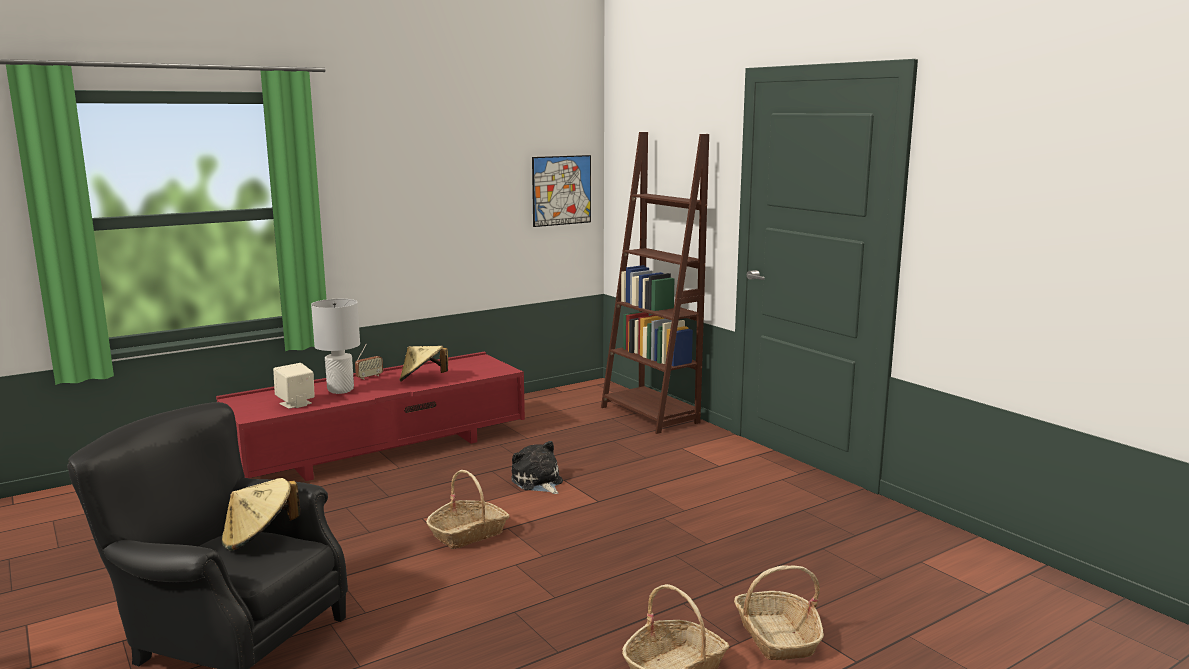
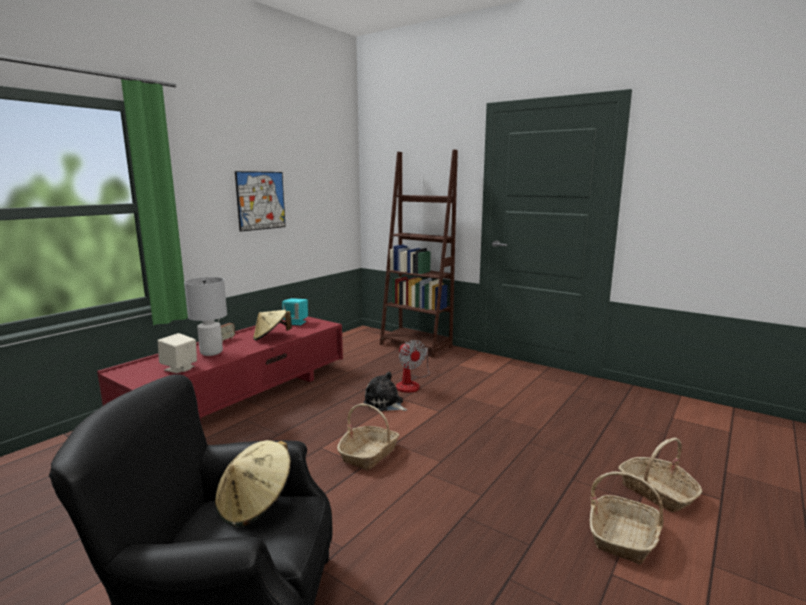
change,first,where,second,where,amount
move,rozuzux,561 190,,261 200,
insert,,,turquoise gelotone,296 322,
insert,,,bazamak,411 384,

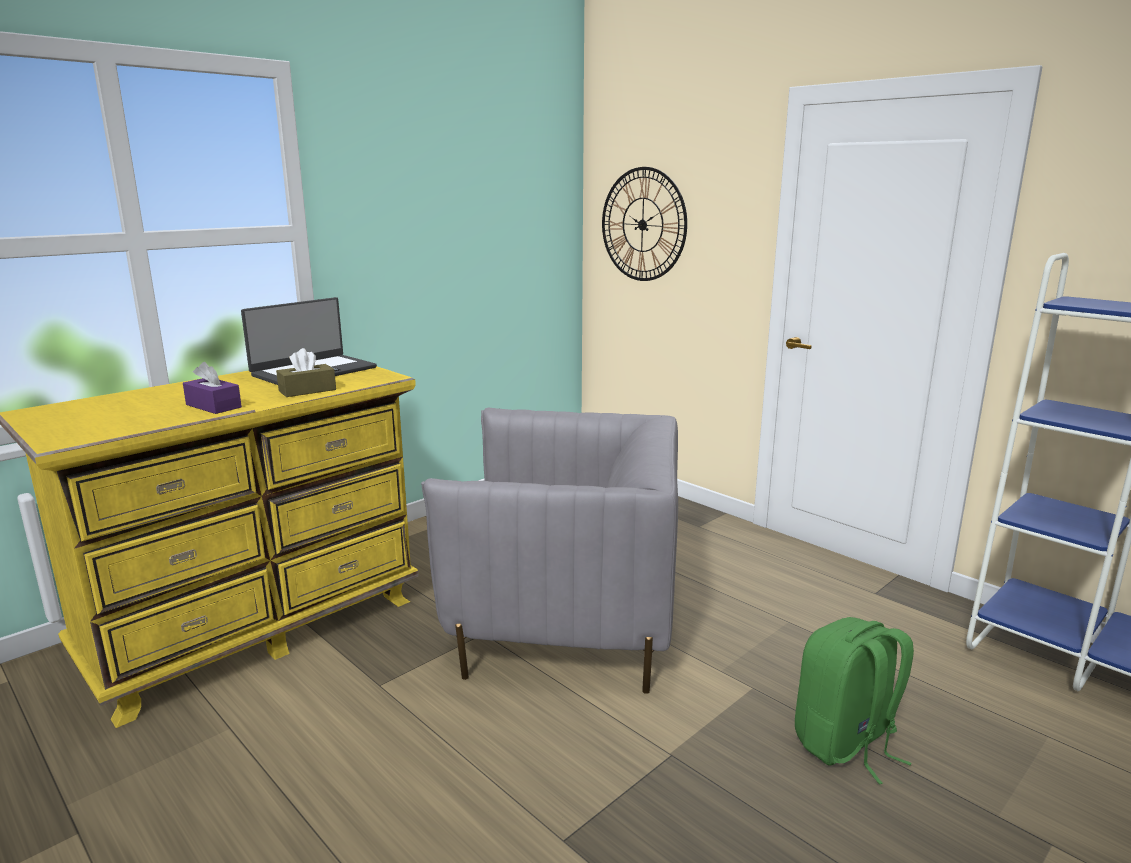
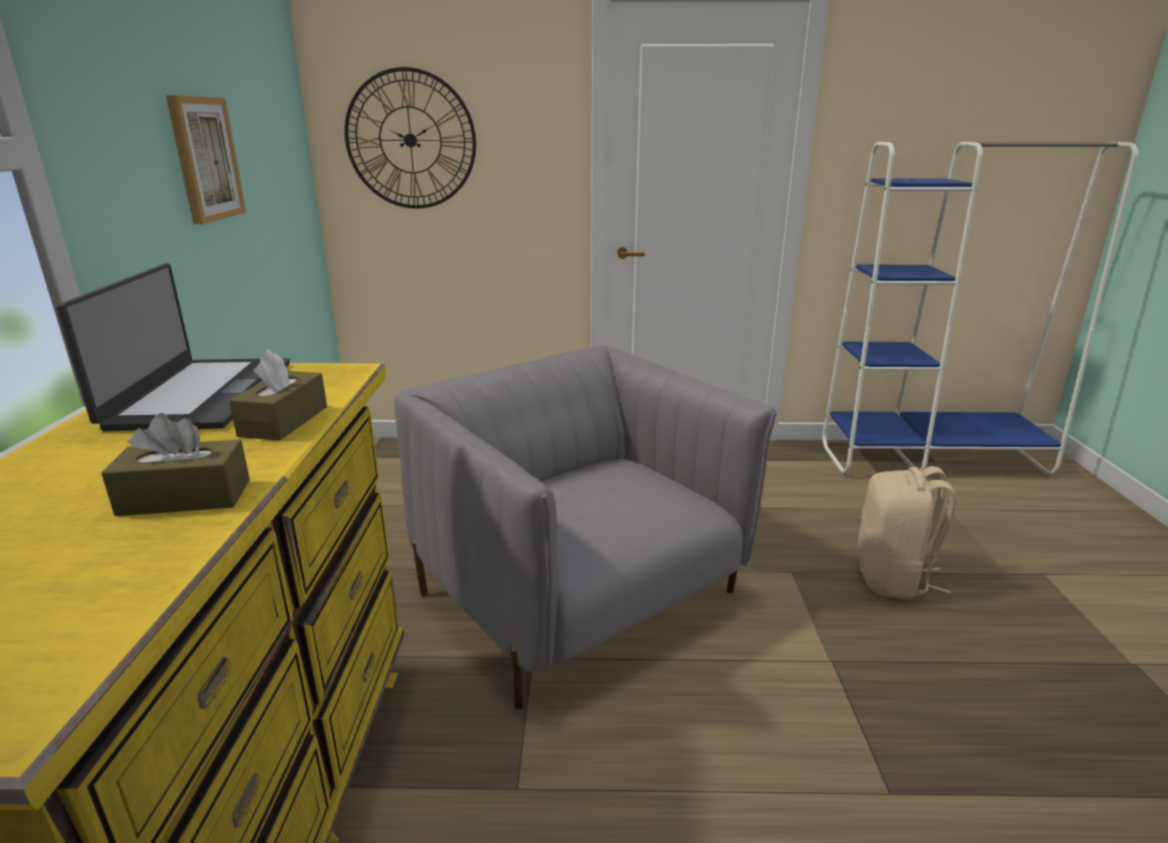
change,first,where,second,where,amount
recolor,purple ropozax,213 406,brown ropozax,185 497,
rotate,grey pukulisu,565 617,,579 596,90 degrees counterclockwise
recolor,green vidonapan,845 744,beige vidonapan,893 578,
insert,,,rozuzux,205 159,

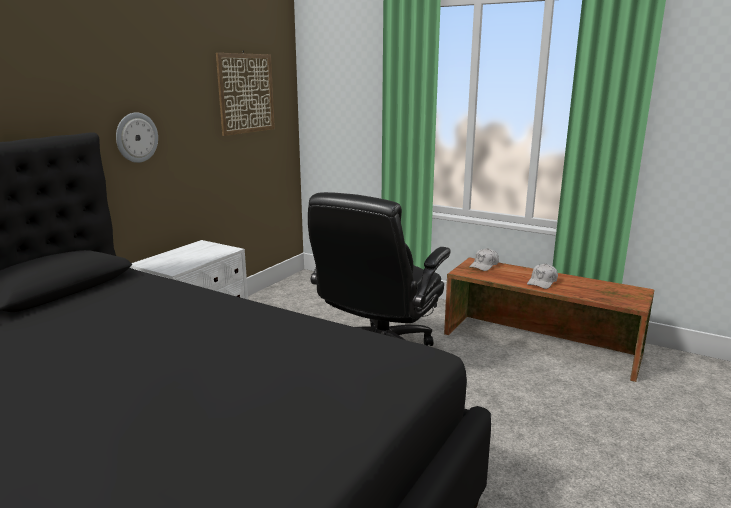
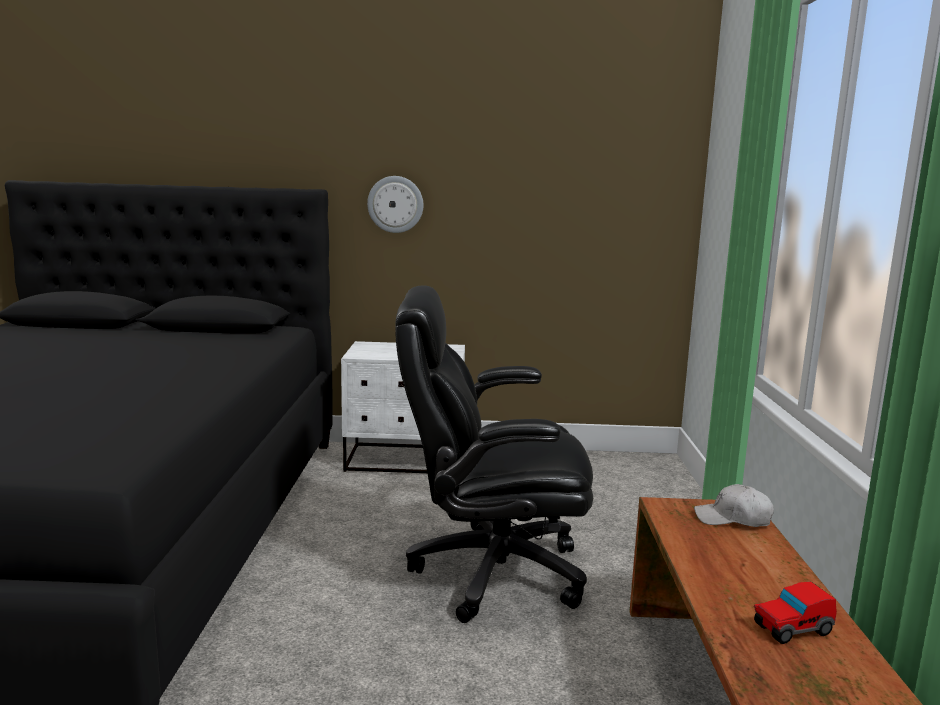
change,first,where,second,where,amount
delete,rozuzux,246 92,,,
delete,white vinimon,542 282,,,
insert,,,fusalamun,791 629,

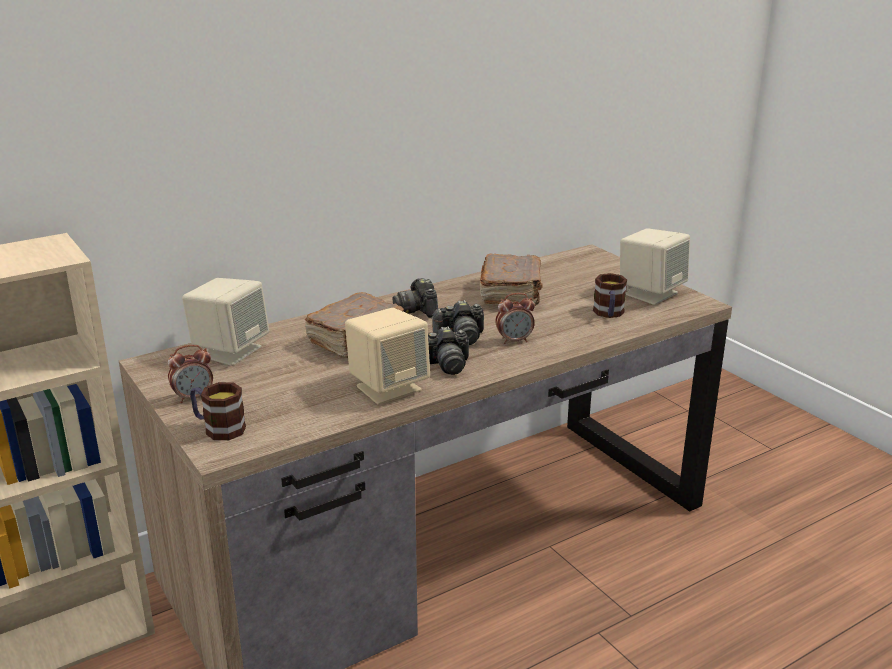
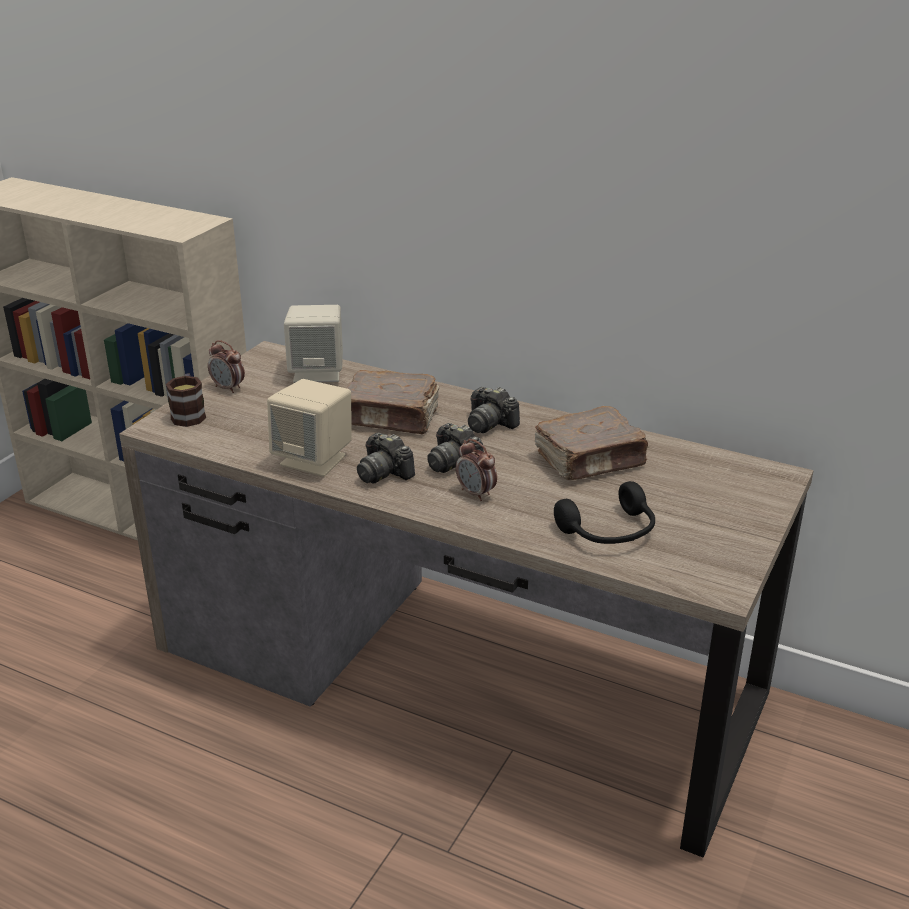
change,first,where,second,where,amount
rotate,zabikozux,417 310,,490 423,90 degrees counterclockwise
replace,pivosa,609 314,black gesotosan,610 532,
delete,beige gelotone,650 293,,,

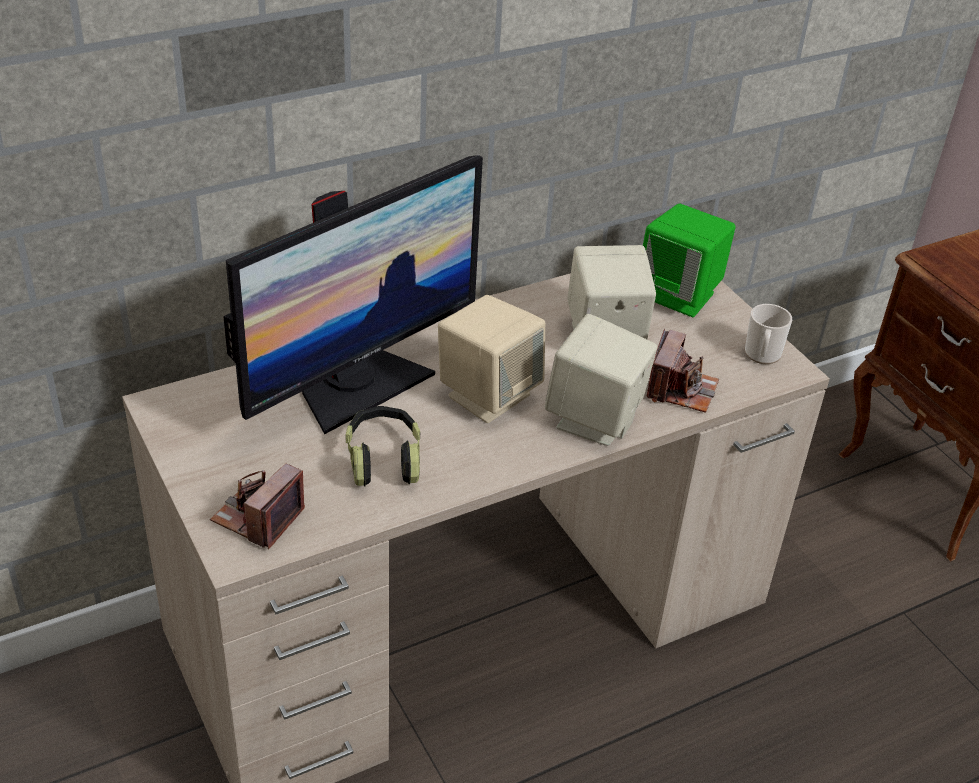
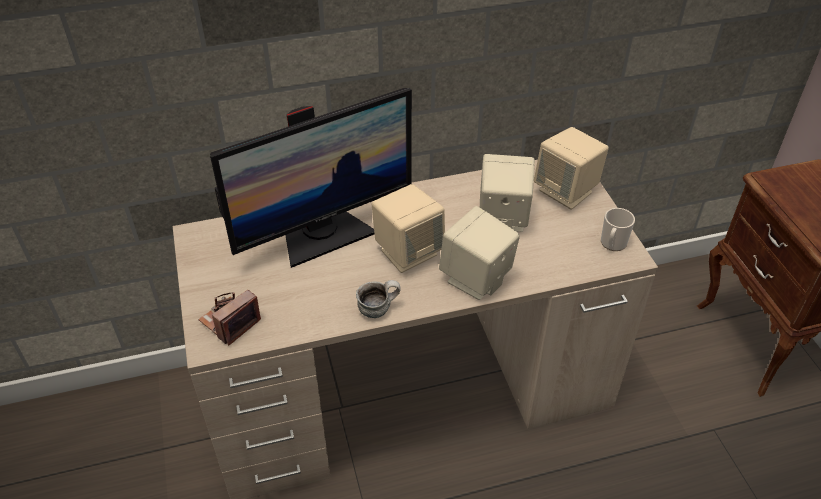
change,first,where,second,where,amount
delete,gesotosan,383 458,,,
recolor,green gelotone,679 295,beige gelotone,566 191,
delete,zabikozux,680 389,,,
insert,,,pivosa,378 308,

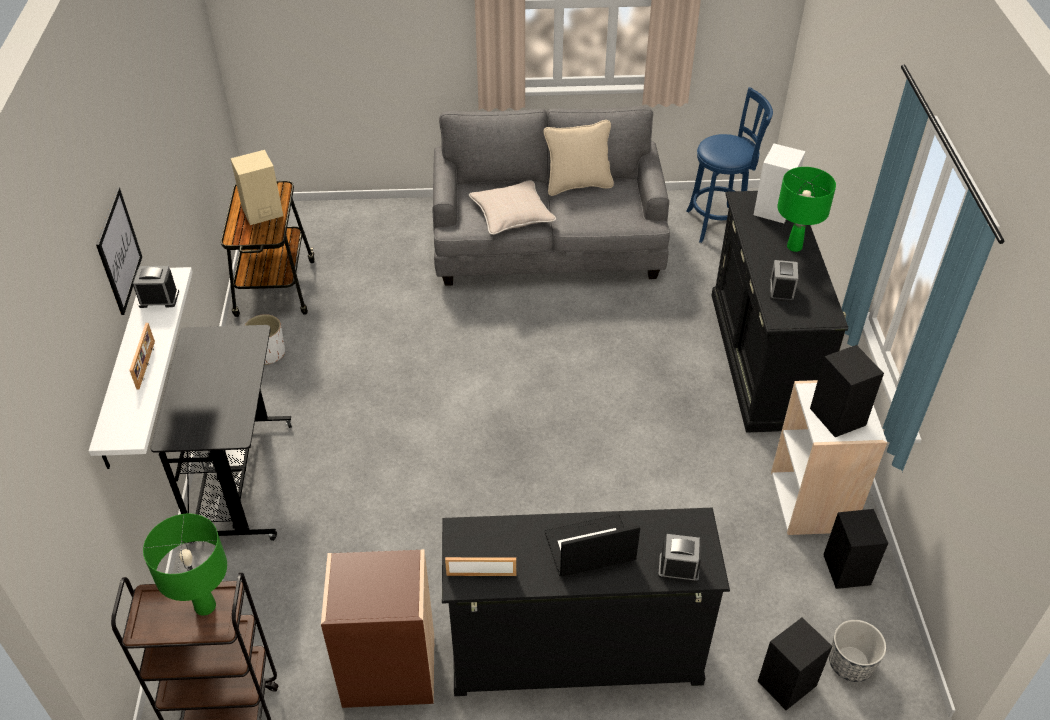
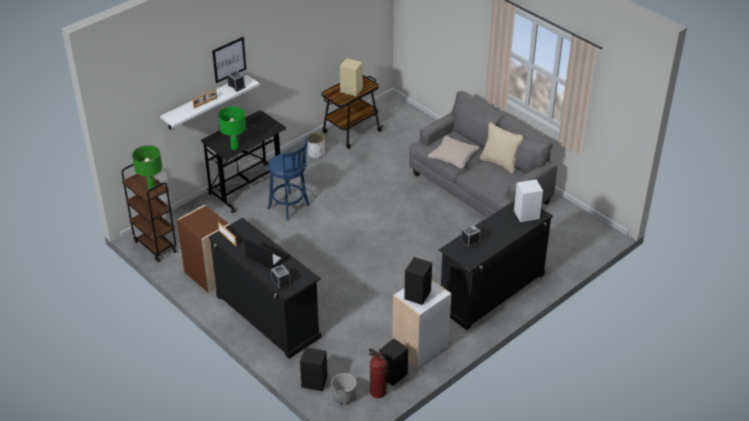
change,first,where,second,where,amount
move,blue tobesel,719 224,,290 207,
move,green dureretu,794 247,,234 147,
insert,,,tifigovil,378 392,

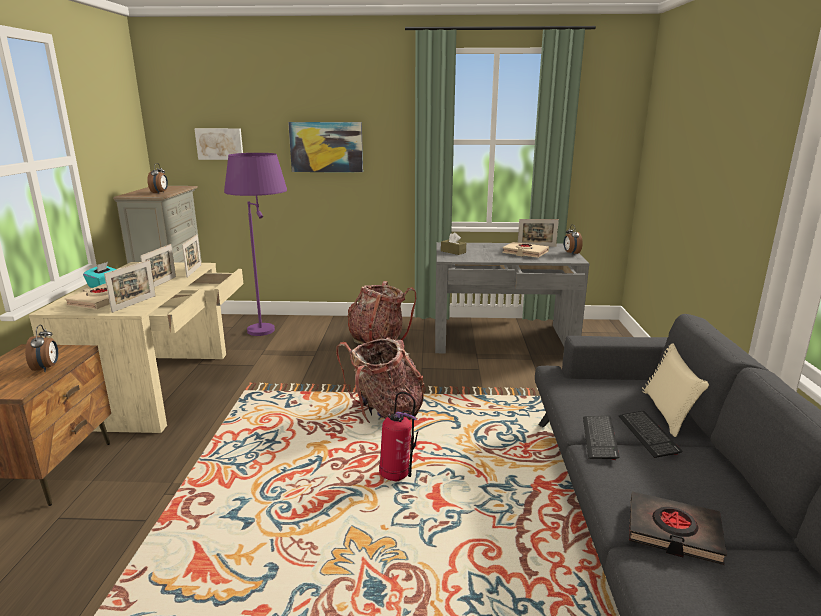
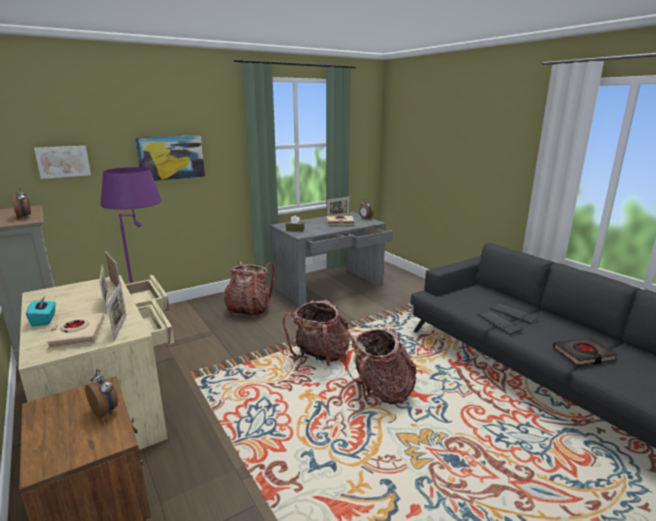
change,first,where,second,where,amount
replace,tifigovil,397 476,vidonapan,380 392,
delete,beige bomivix,668 413,,,

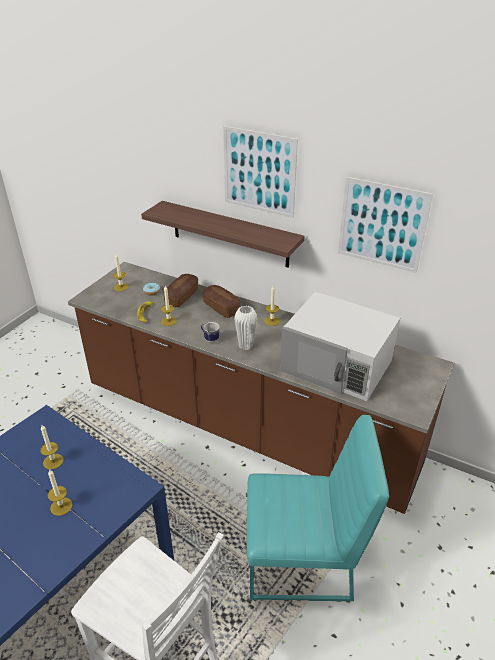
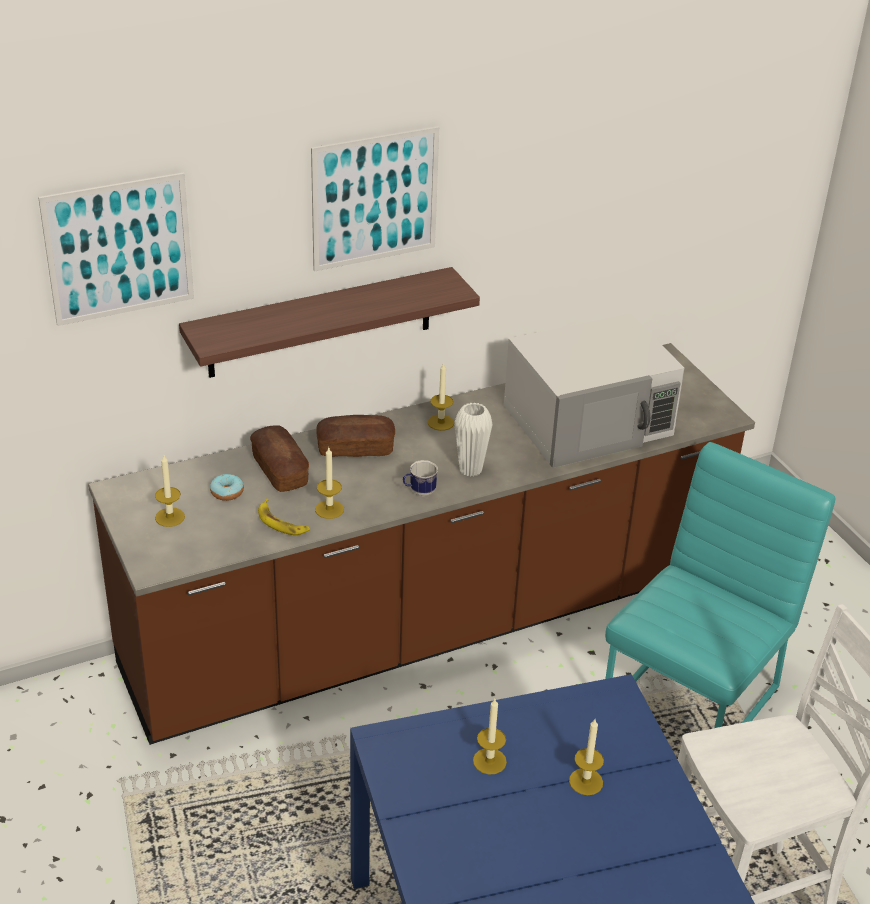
change,first,where,second,where,amount
move,rozuzux,382 225,,119 249,

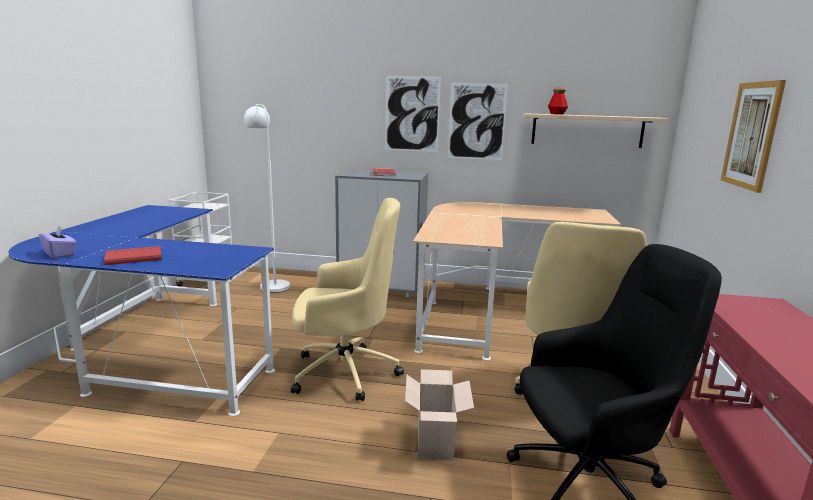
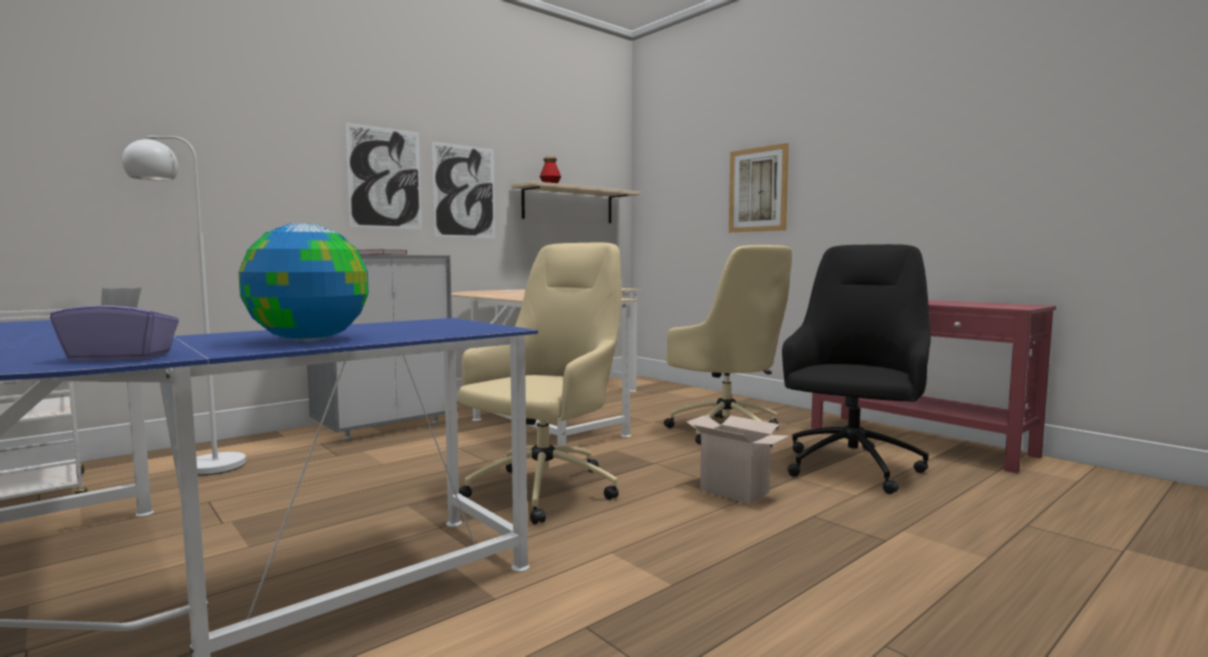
change,first,where,second,where,amount
replace,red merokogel,134 257,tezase,307 340,

